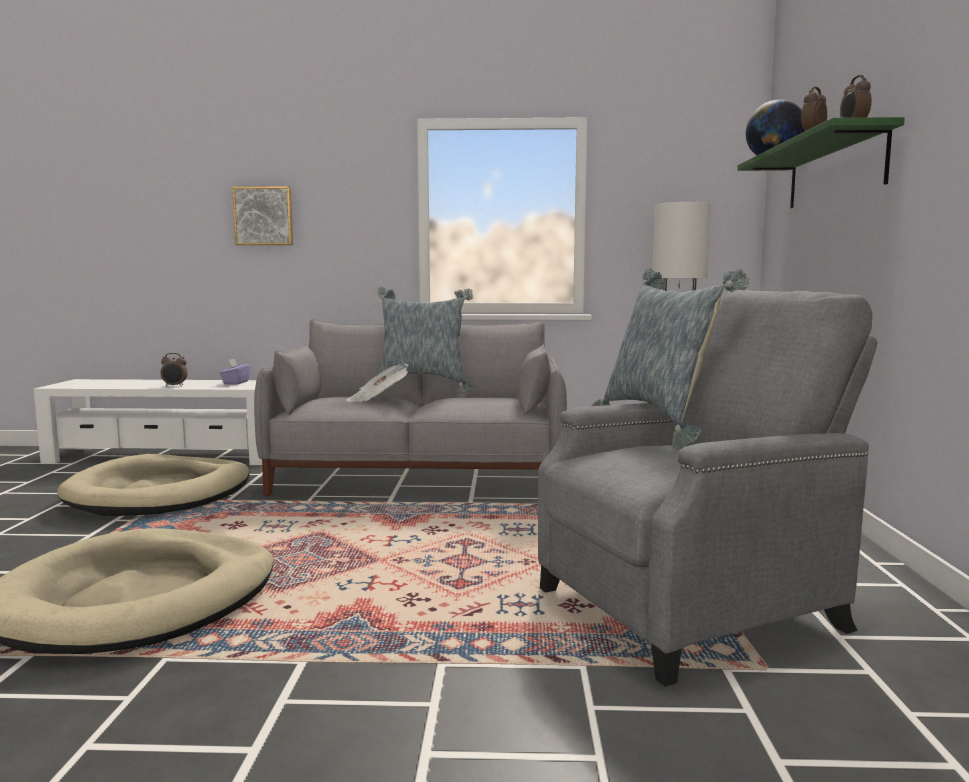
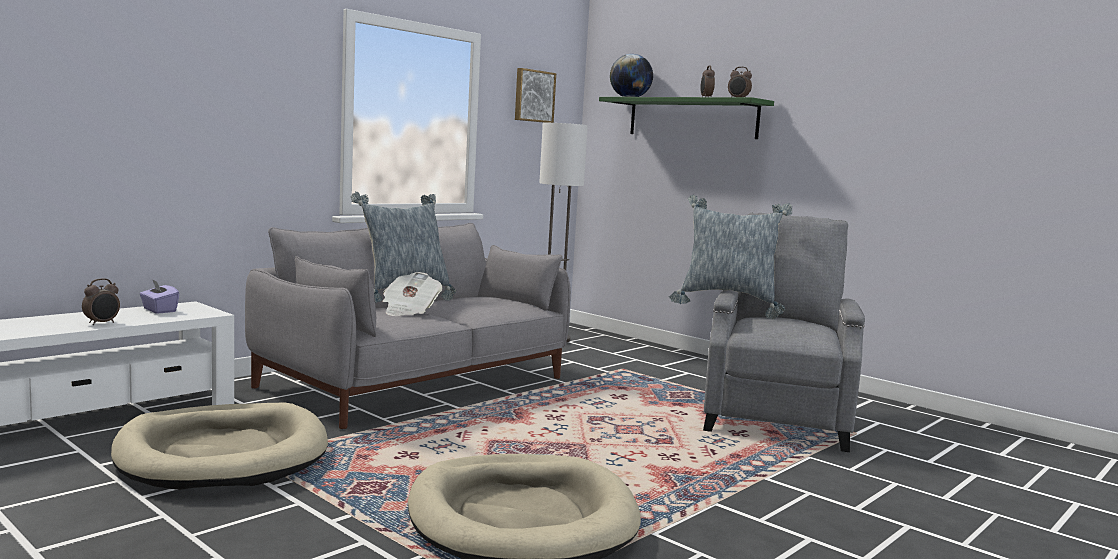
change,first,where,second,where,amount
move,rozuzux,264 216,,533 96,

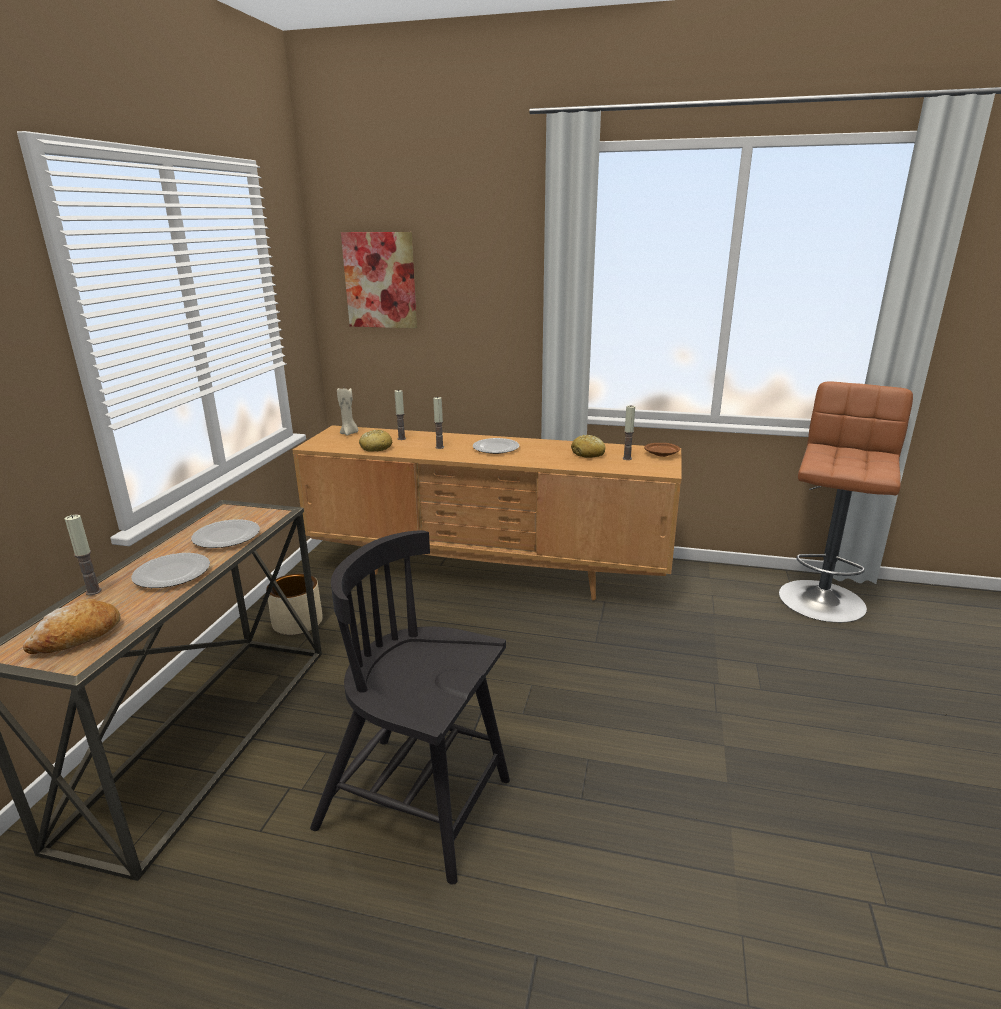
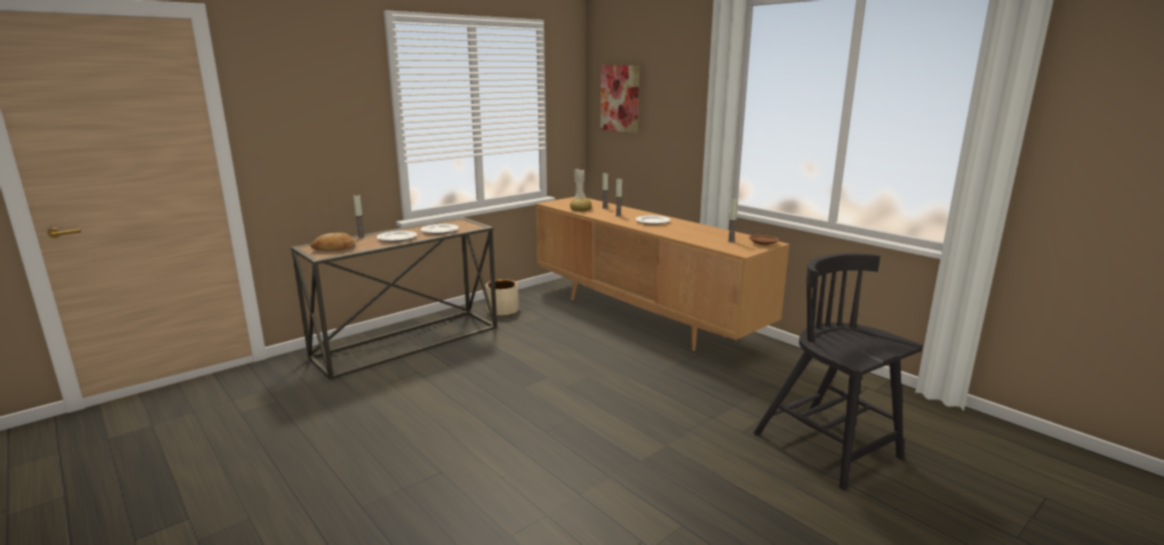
change,first,where,second,where,amount
move,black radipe,418 804,,828 447,
delete,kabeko,588 454,,,
delete,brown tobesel,822 600,,,

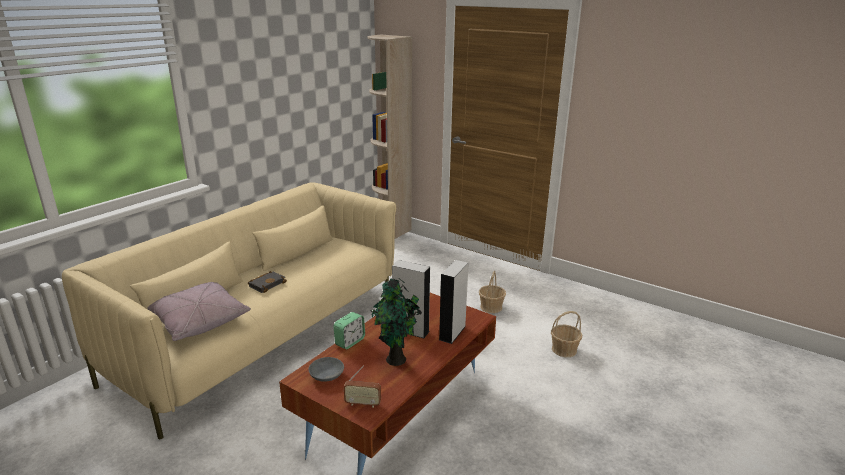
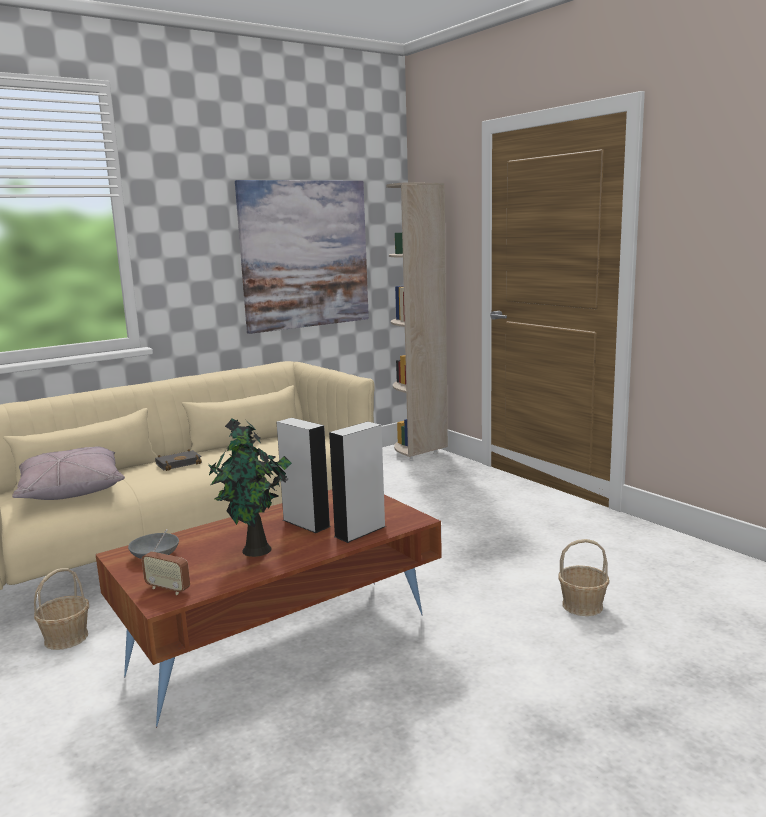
change,first,where,second,where,amount
delete,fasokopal,350 342,,,
move,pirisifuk,491 307,,66 638,
insert,,,rozuzux,305 254,

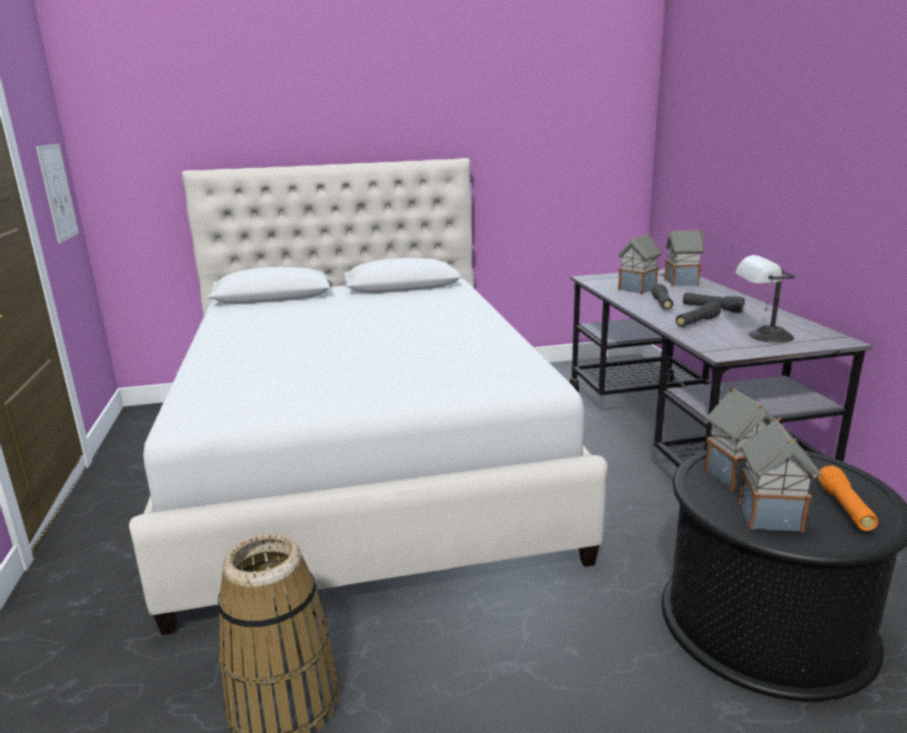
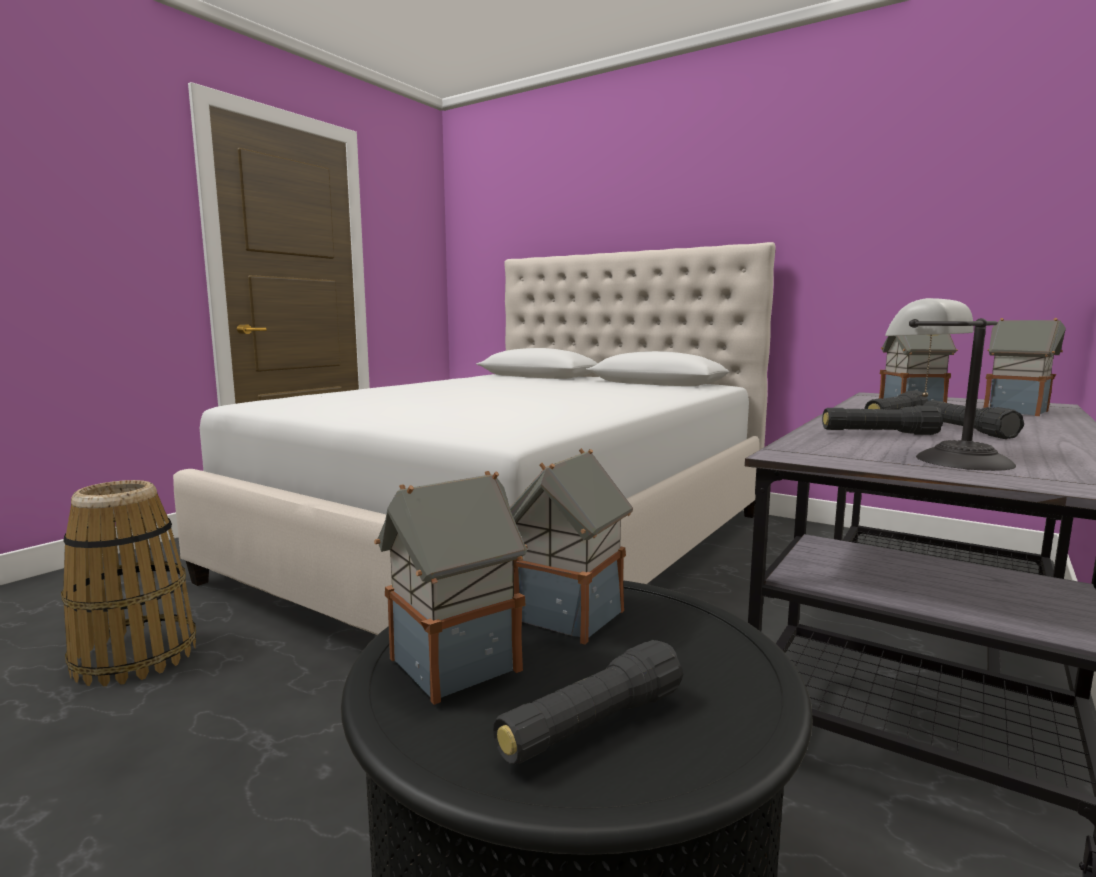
change,first,where,second,where,amount
delete,rozuzux,57 192,,,
recolor,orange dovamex,845 508,black dovamex,592 725,

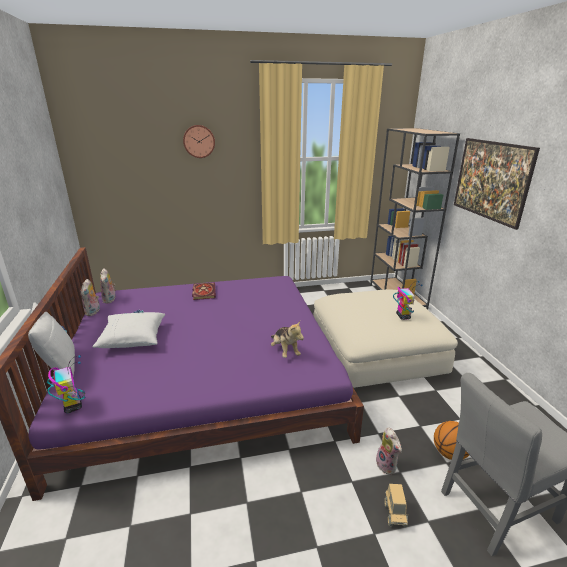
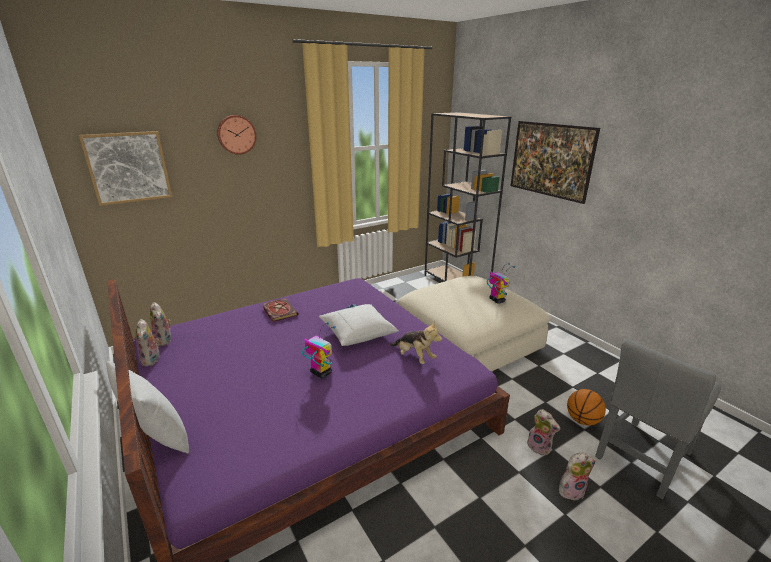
change,first,where,second,where,amount
move,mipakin,73 406,,320 372,
move,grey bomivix,133 339,,358 334,
replace,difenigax,394 514,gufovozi,571 490,
insert,,,rozuzux,128 167,

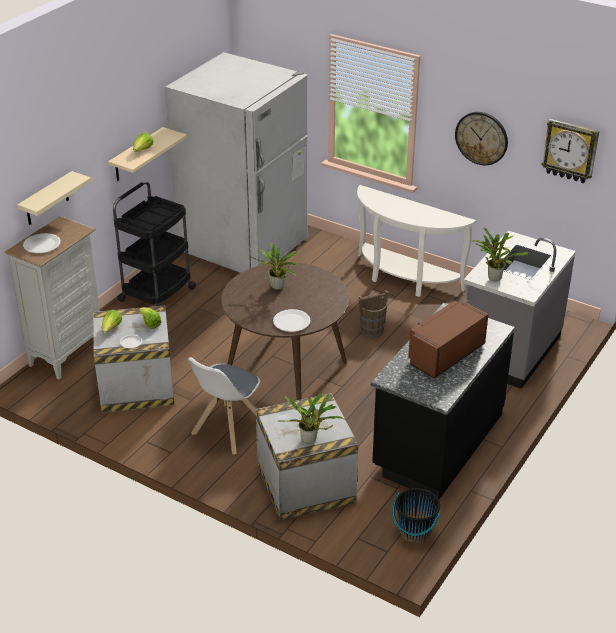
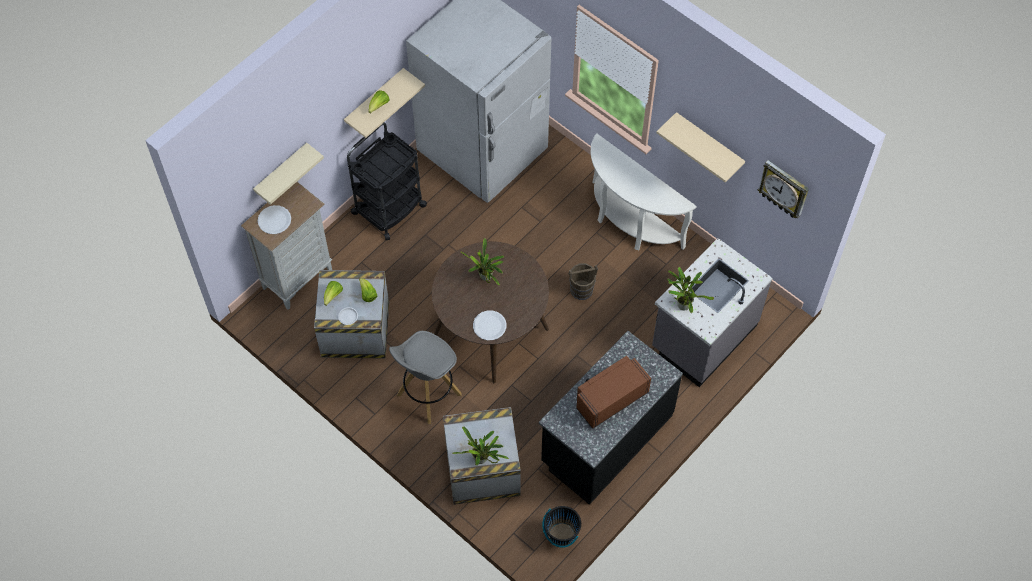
change,first,where,second,where,amount
replace,radipe,228 429,grey tobesel,427 395,
replace,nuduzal,481 138,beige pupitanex,709 143,

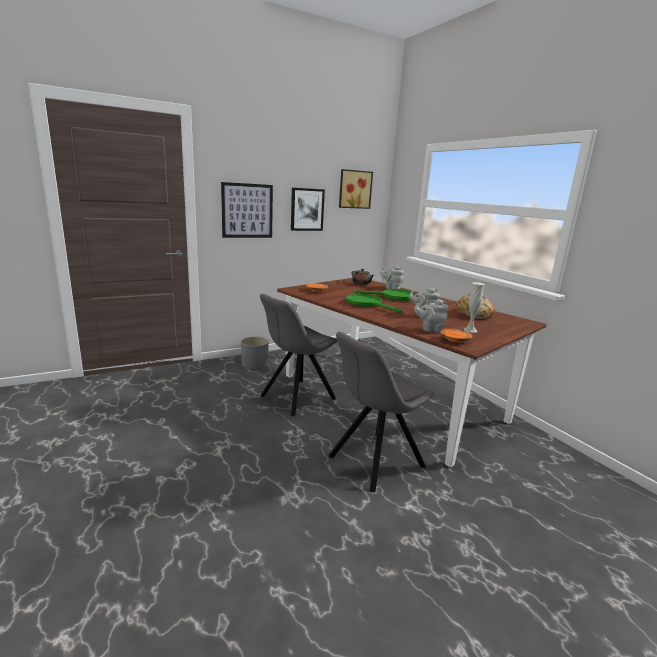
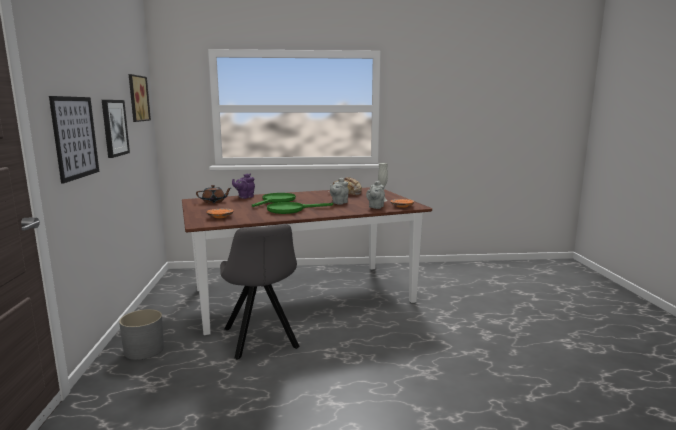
change,first,where,second,where,amount
delete,grey radipe,375 461,,,
recolor,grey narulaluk,391 288,purple narulaluk,245 197,

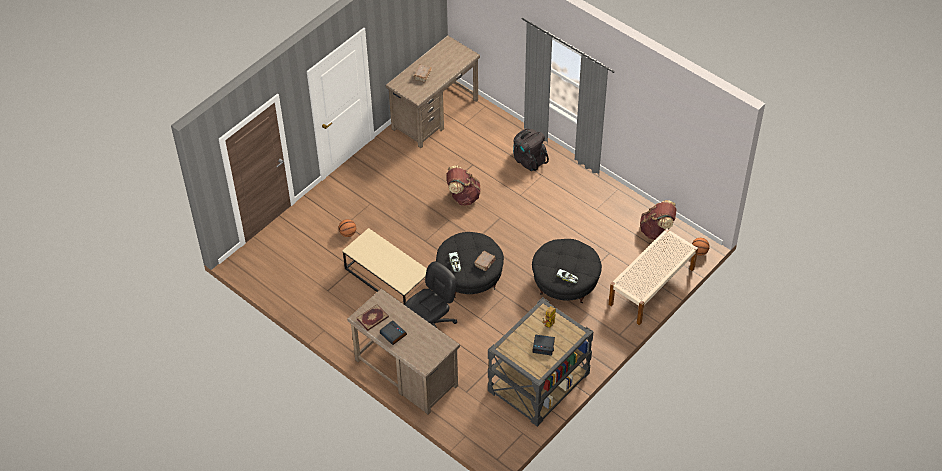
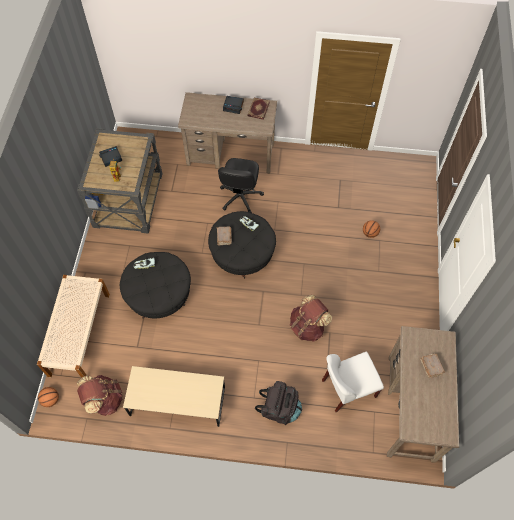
change,first,where,second,where,amount
move,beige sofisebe,387 279,,177 401,
insert,,,white radipe,347 388,

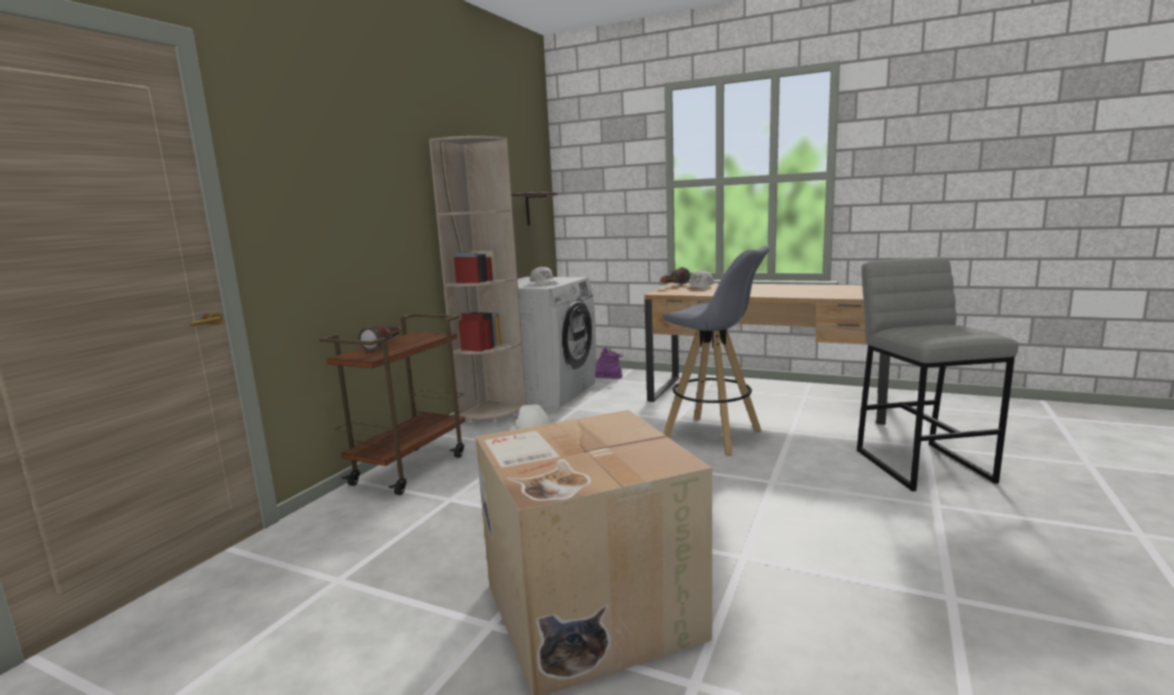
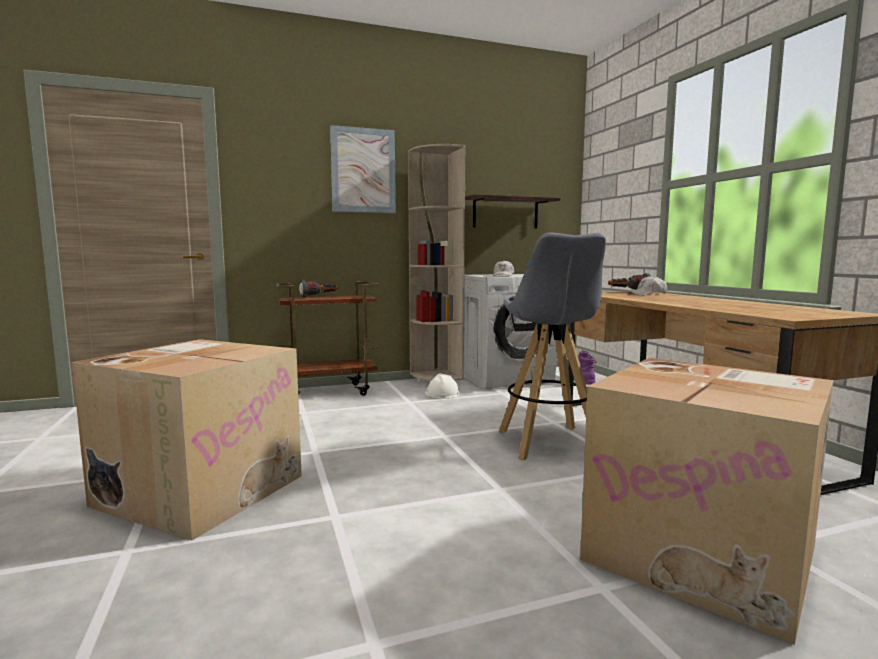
change,first,where,second,where,amount
replace,grey tobesel,920 464,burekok,703 553,
insert,,,rozuzux,363 170,

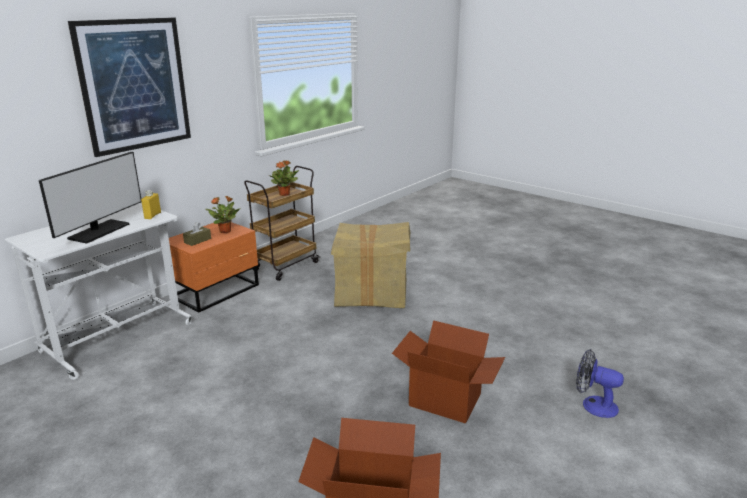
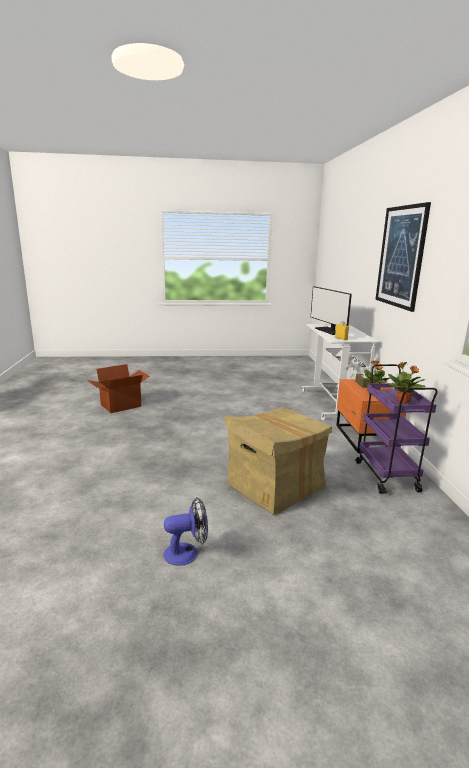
change,first,where,second,where,amount
recolor,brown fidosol,286 266,purple fidosol,386 477,
delete,burekok,445 399,,,
move,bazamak,593 405,,187 553,

